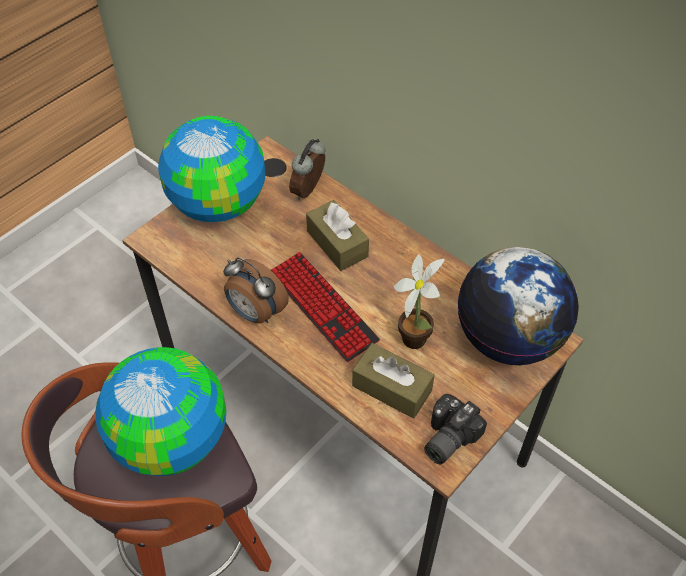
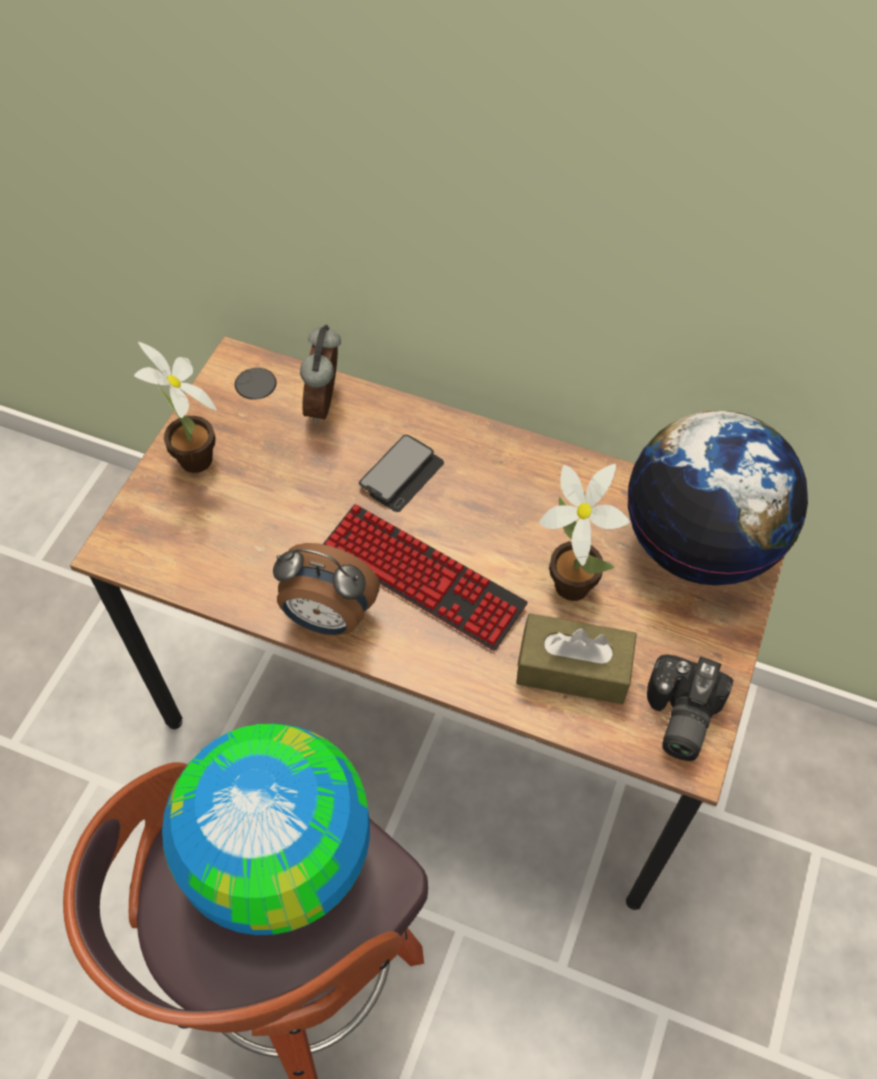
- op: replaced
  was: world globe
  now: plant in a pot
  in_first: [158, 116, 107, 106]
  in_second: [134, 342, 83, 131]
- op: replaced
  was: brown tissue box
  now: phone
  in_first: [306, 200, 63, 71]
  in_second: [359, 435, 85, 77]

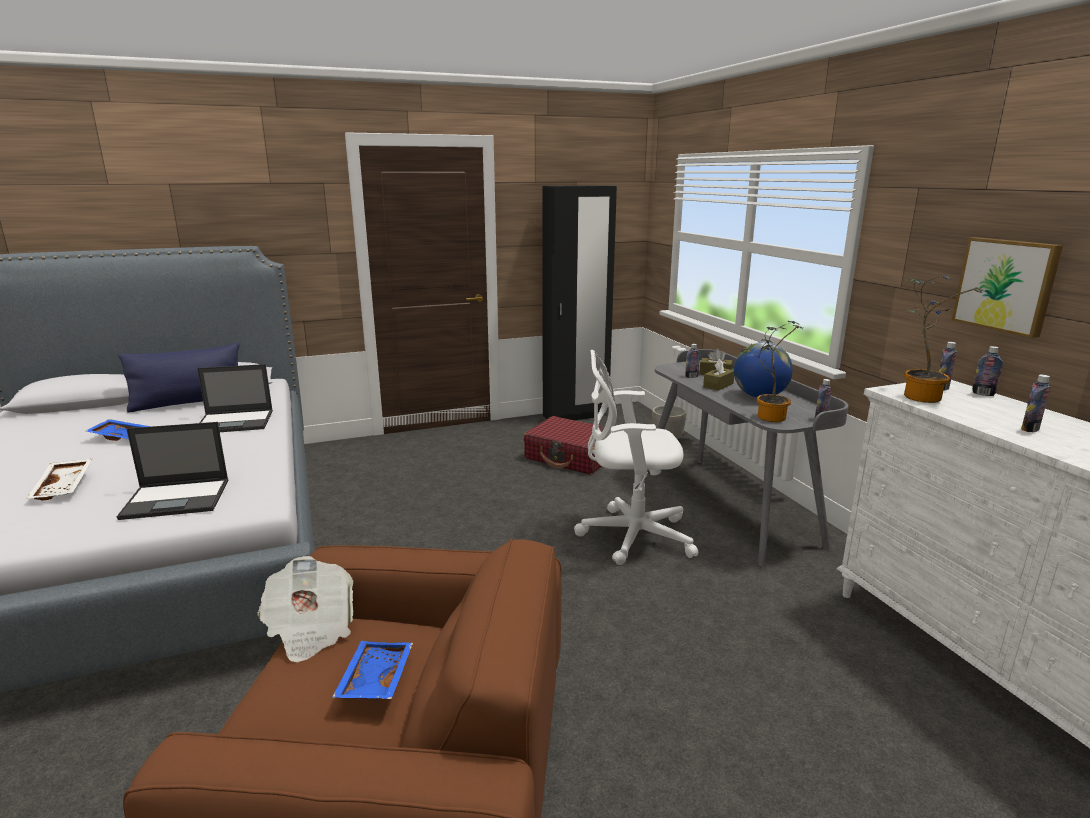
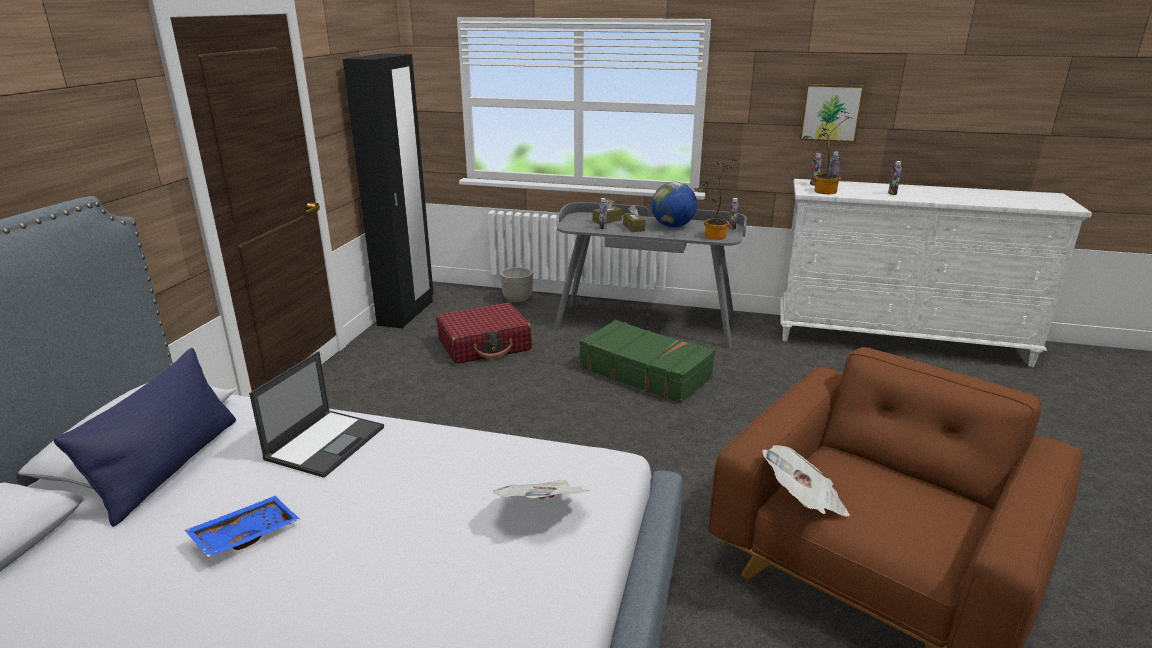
- op: removed
  was: white tray
  in_first: [26, 459, 66, 42]
- op: replaced
  was: notebook computer
  now: daily paper
  in_first: [116, 422, 112, 98]
  in_second: [493, 480, 96, 19]
- op: removed
  was: blue-coloured tray
  in_first: [332, 641, 81, 59]
- op: replaced
  was: white computer chair
  now: green piece of luggage
  in_first: [574, 350, 124, 215]
  in_second: [579, 320, 136, 84]

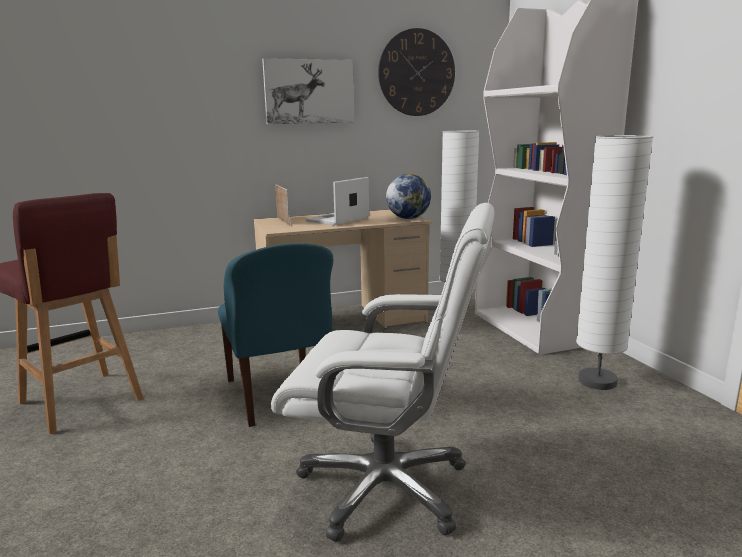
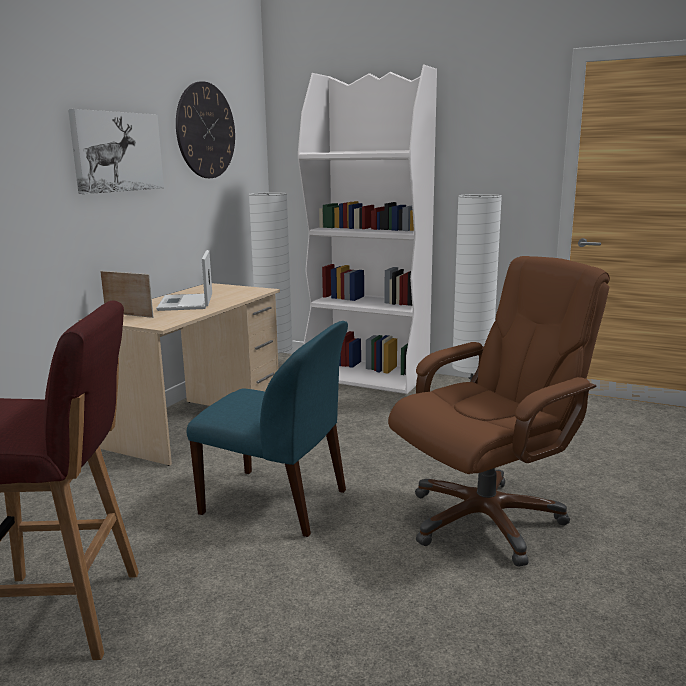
- op: recoloured
  was: white computer chair
  now: brown computer chair
  in_first: [271, 203, 223, 339]
  in_second: [388, 256, 222, 311]
- op: removed
  was: world globe
  in_first: [386, 174, 45, 45]

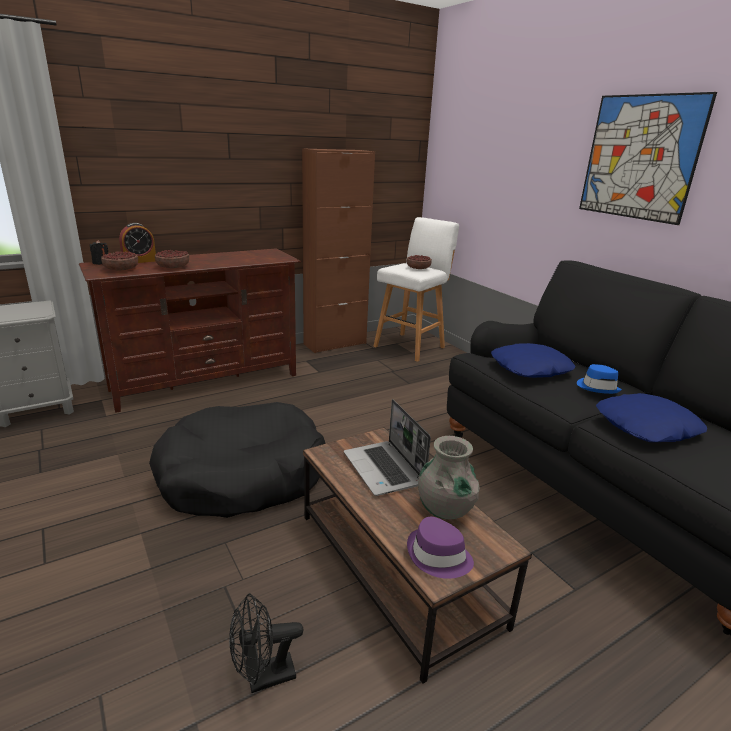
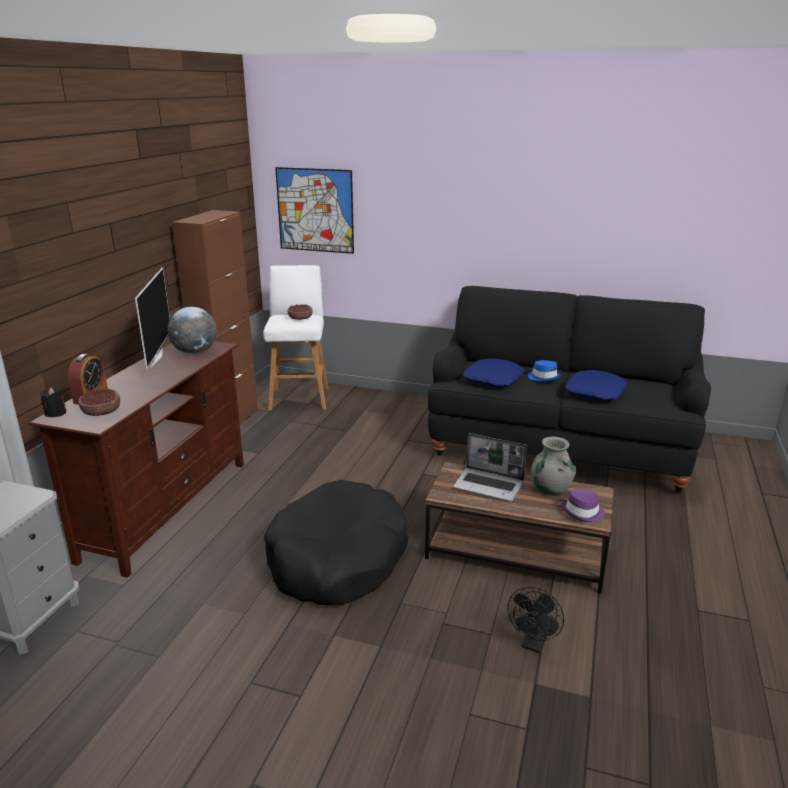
- op: removed
  was: serving bowl
  in_first: [155, 250, 34, 18]
- op: moved
  was: wall art
  in_first: [579, 92, 138, 133]
  in_second: [275, 167, 79, 87]
- op: added
  now: TV
  in_second: [135, 268, 35, 101]
- op: added
  now: world globe
  in_second: [168, 307, 49, 47]

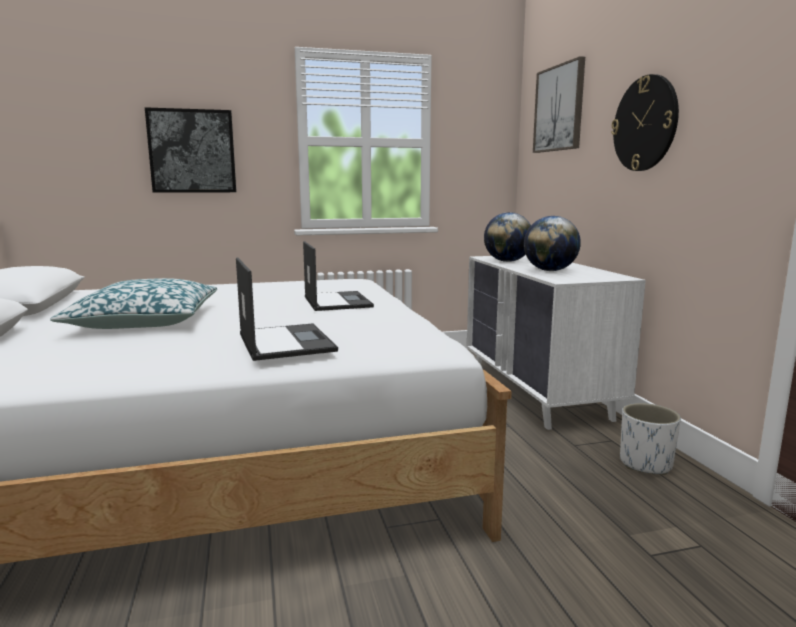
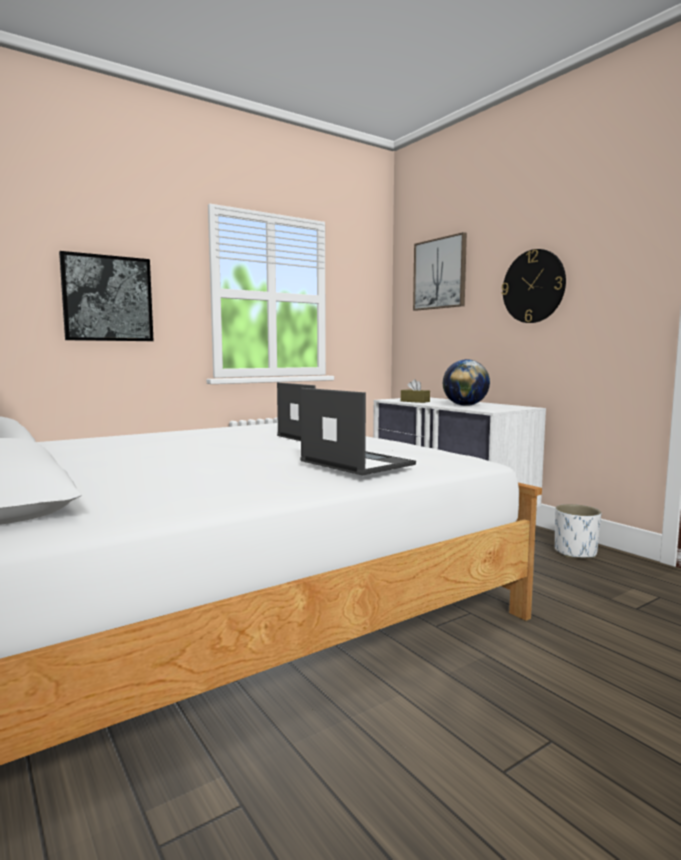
- op: removed
  was: pillow
  in_first: [50, 278, 167, 51]
- op: replaced
  was: world globe
  now: brown tissue box
  in_first: [484, 212, 47, 50]
  in_second: [401, 379, 29, 24]

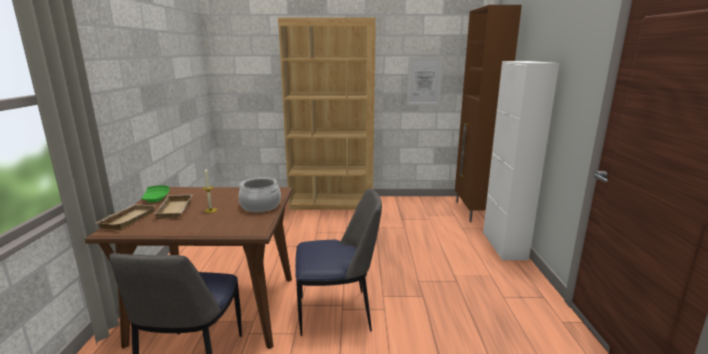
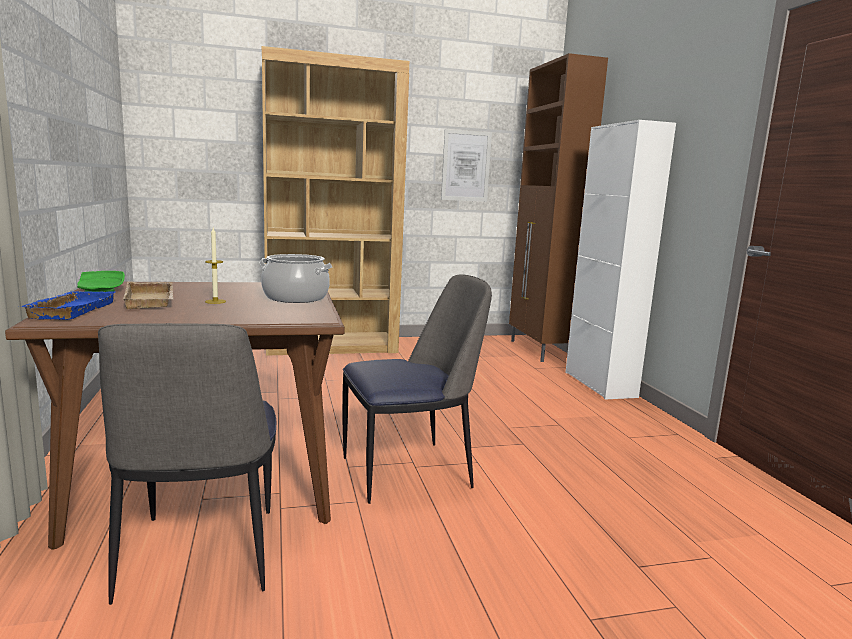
- op: recoloured
  was: beige-coloured tray
  now: blue-coloured tray
  in_first: [95, 204, 61, 26]
  in_second: [18, 291, 97, 29]

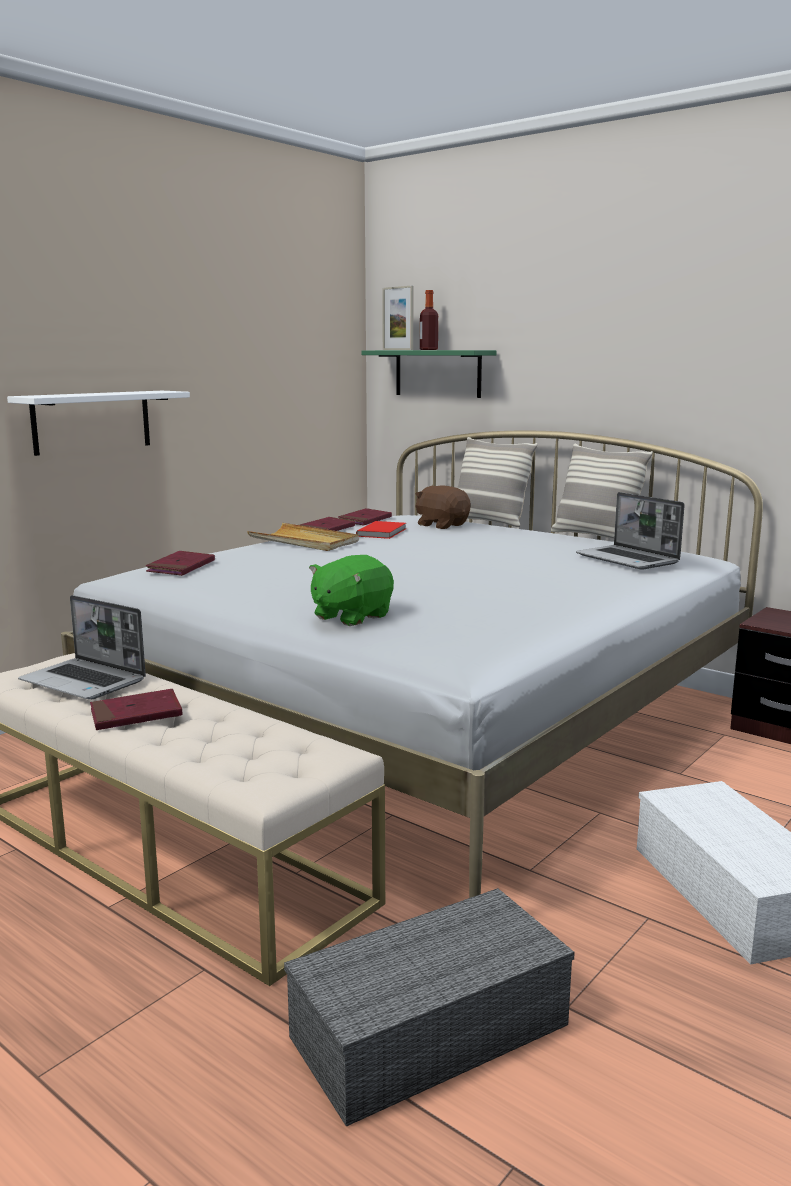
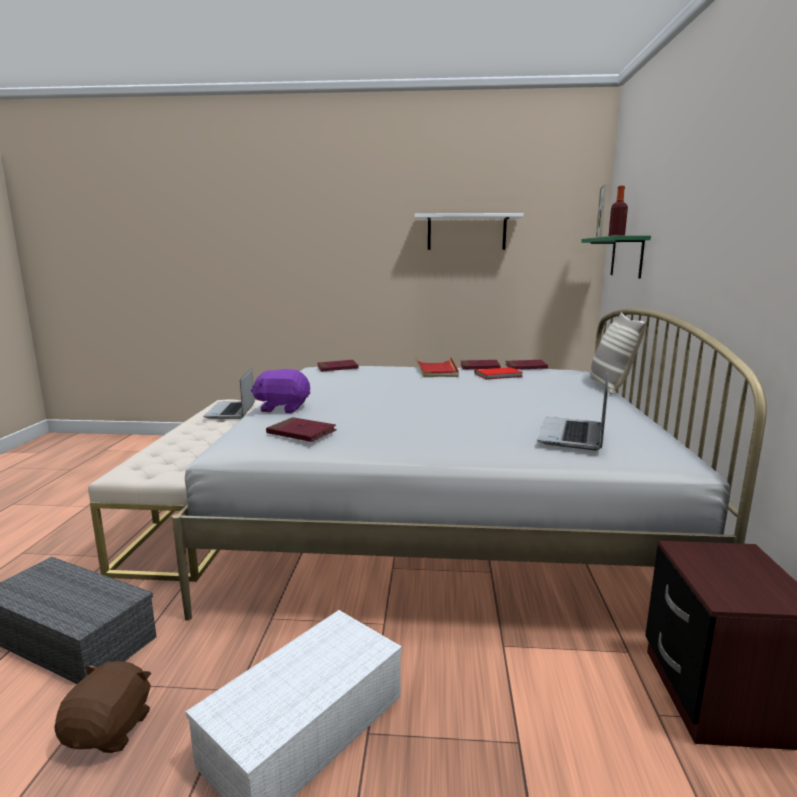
- op: moved
  was: white wall shelf
  in_first: [7, 391, 183, 65]
  in_second: [414, 213, 110, 37]
- op: moved
  was: red-coloured bound book
  in_first: [90, 689, 93, 41]
  in_second: [266, 417, 71, 25]
- op: recoloured
  was: beige-coloured tray
  now: red-coloured tray
  in_first: [247, 523, 112, 28]
  in_second: [415, 357, 44, 20]
- op: recoloured
  was: green soft toy
  now: purple soft toy
  in_first: [309, 555, 85, 71]
  in_second: [251, 369, 59, 44]
- op: moved
  was: brown soft toy
  in_first: [415, 486, 56, 43]
  in_second: [54, 661, 97, 92]
- op: removed
  was: pillow
  in_first: [551, 443, 102, 96]

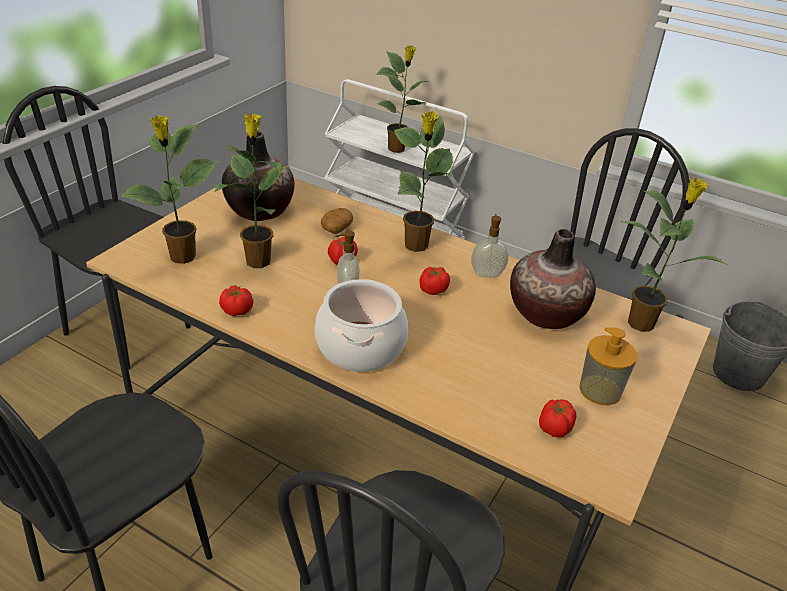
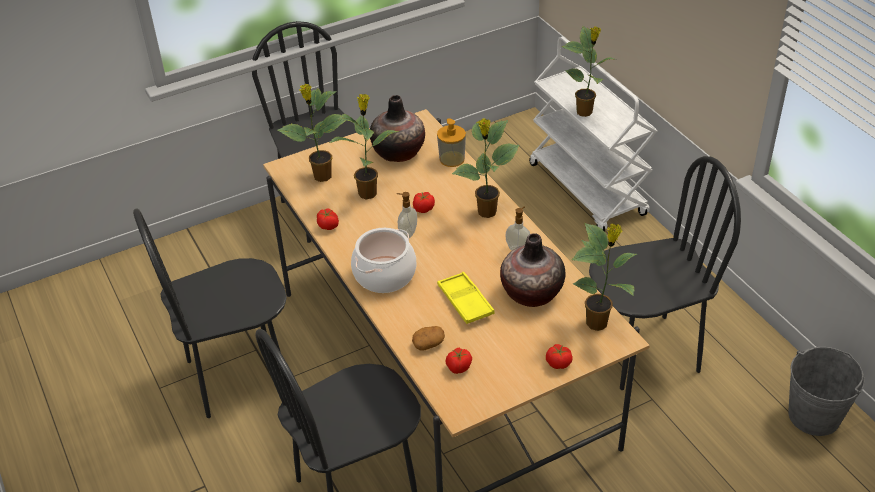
- op: moved
  was: whole potato
  in_first: [321, 208, 32, 26]
  in_second: [412, 326, 33, 25]
- op: moved
  was: fresh tomato
  in_first: [420, 267, 30, 28]
  in_second: [546, 344, 27, 25]
- op: moved
  was: soap bottle
  in_first: [579, 327, 59, 79]
  in_second: [437, 118, 29, 49]
- op: added
  now: yellow-coloured tray
  in_second: [437, 272, 57, 52]

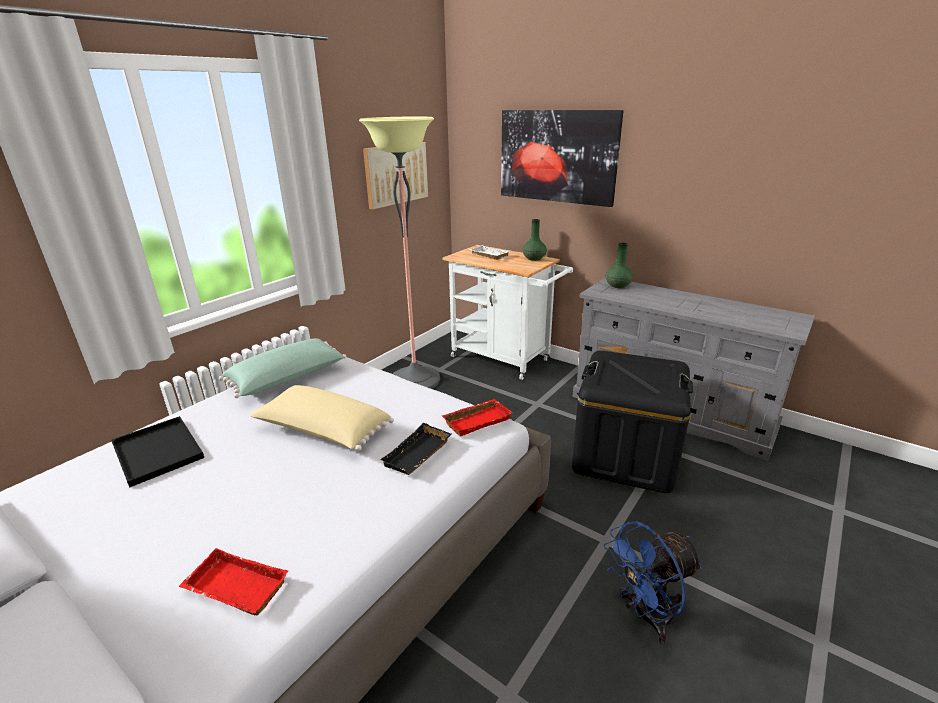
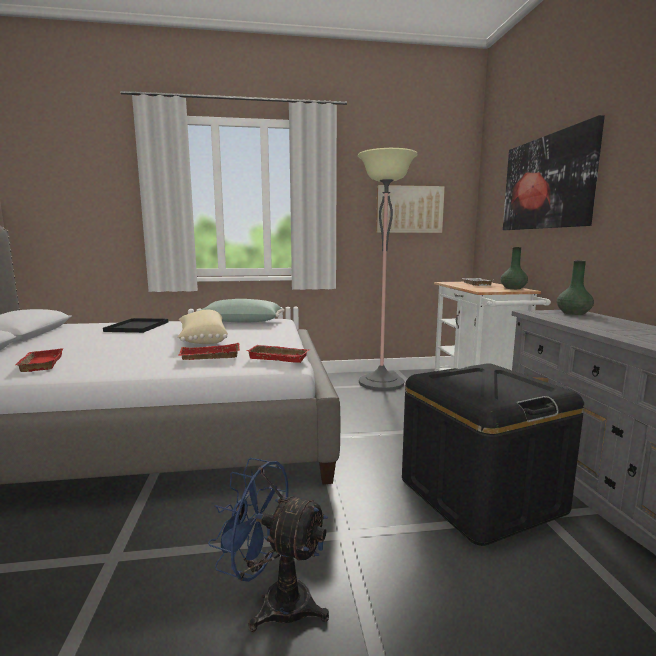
- op: recoloured
  was: black-coloured tray
  now: red-coloured tray
  in_first: [380, 423, 71, 52]
  in_second: [178, 343, 62, 17]

